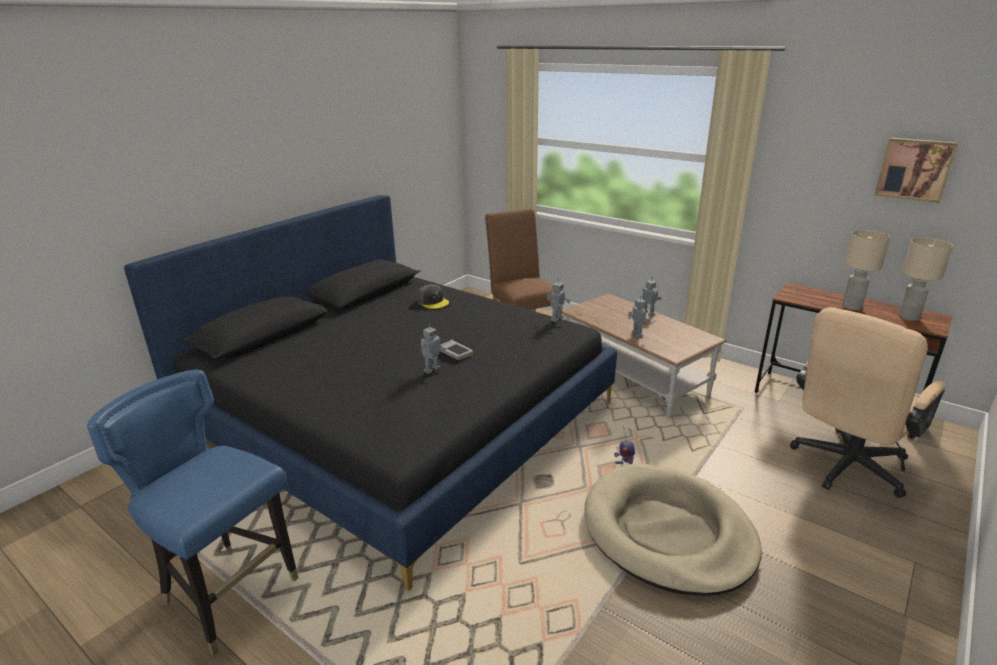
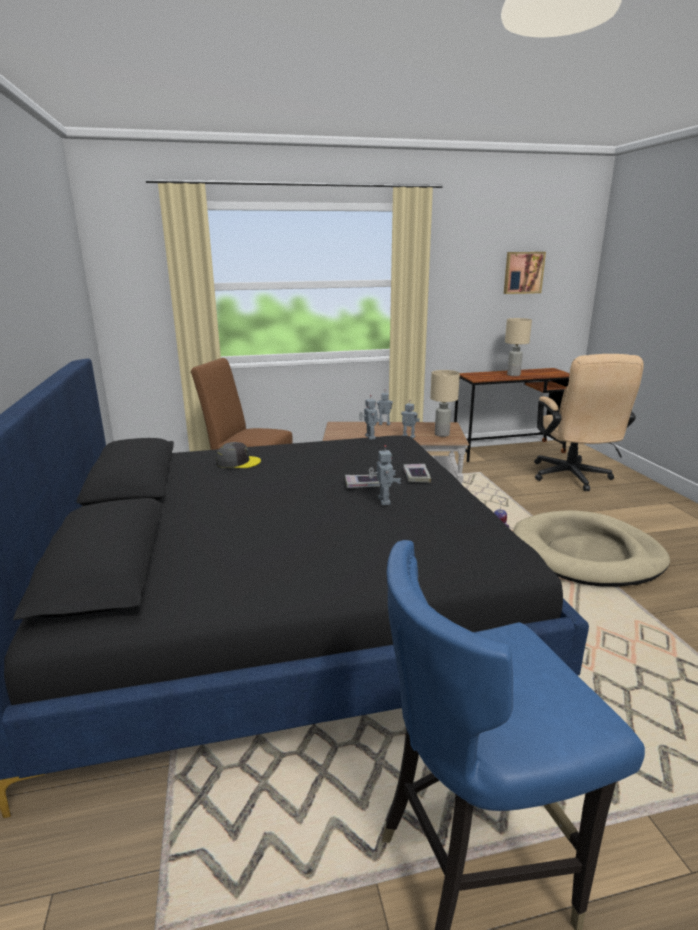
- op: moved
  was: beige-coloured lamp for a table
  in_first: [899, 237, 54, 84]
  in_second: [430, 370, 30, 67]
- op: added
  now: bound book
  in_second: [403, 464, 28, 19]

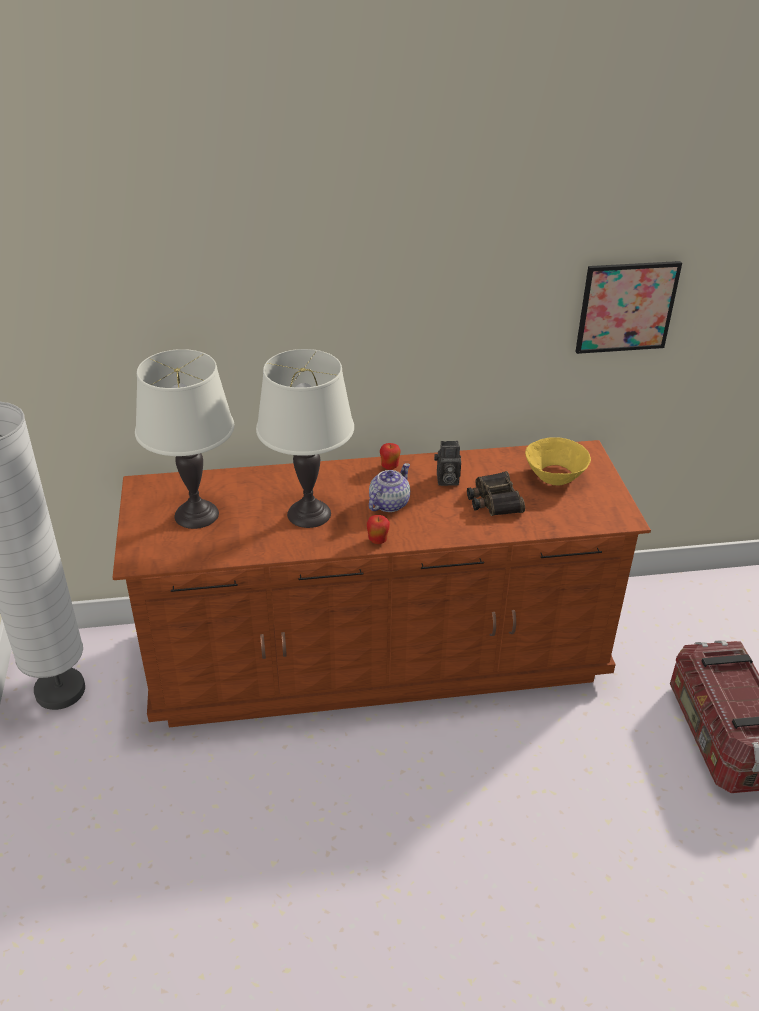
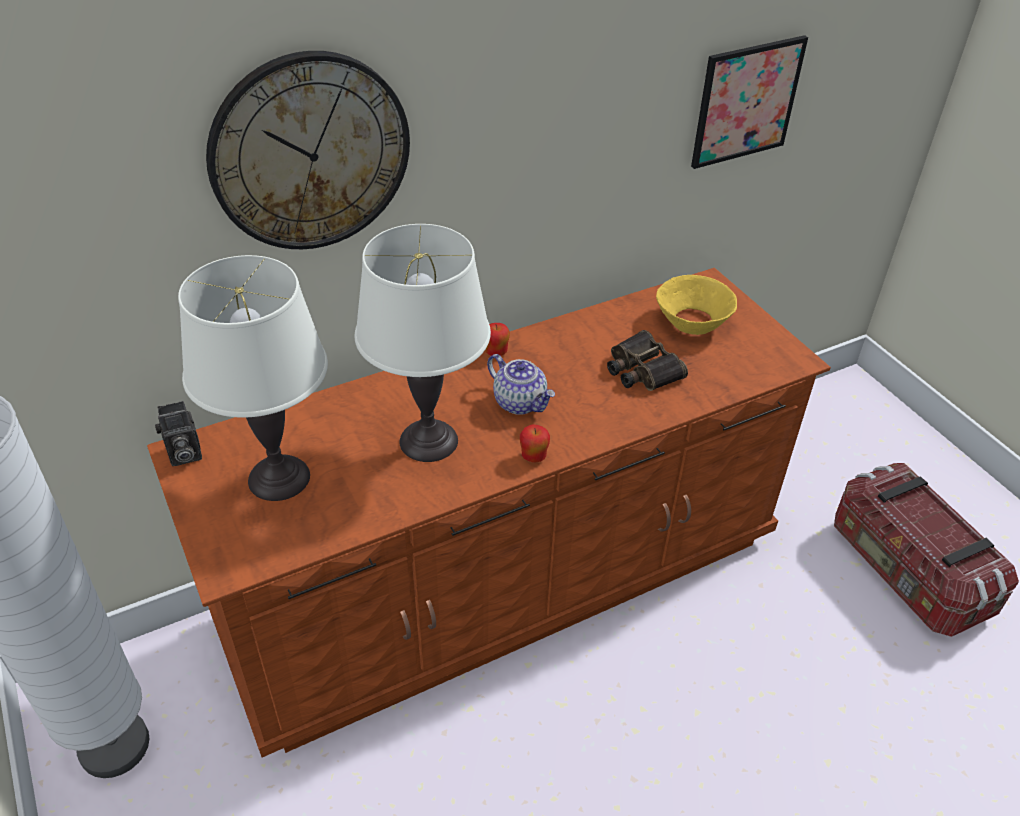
- op: turned
  was: pot for tea
  in_first: [369, 463, 41, 49]
  in_second: [487, 354, 68, 61]
  clockwise: 120
- op: moved
  was: photo camera
  in_first: [434, 441, 27, 45]
  in_second: [155, 401, 47, 65]
- op: added
  now: hanging clock
  in_second: [206, 51, 204, 198]

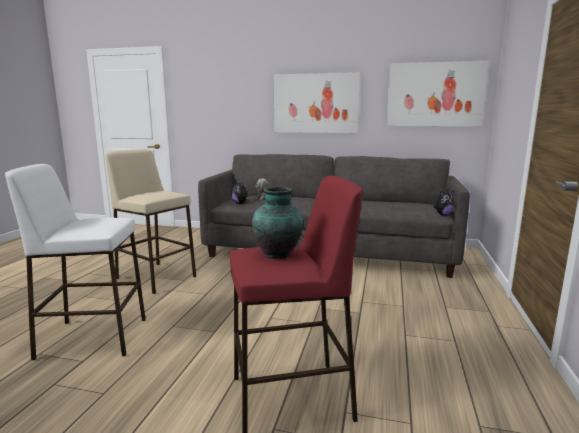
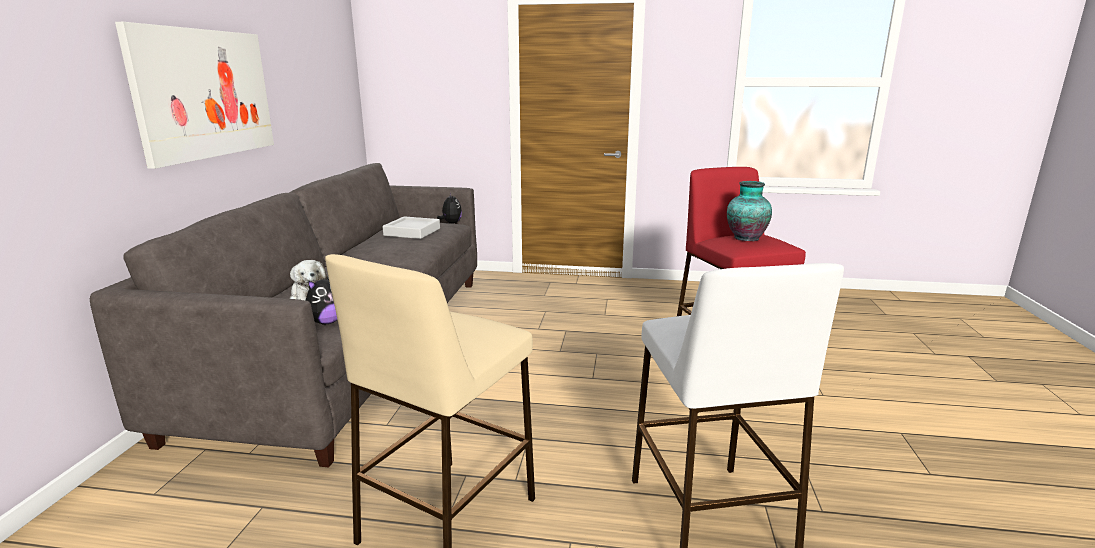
- op: removed
  was: wall art
  in_first: [386, 61, 103, 65]
- op: added
  now: greyish tray
  in_second: [383, 216, 57, 23]

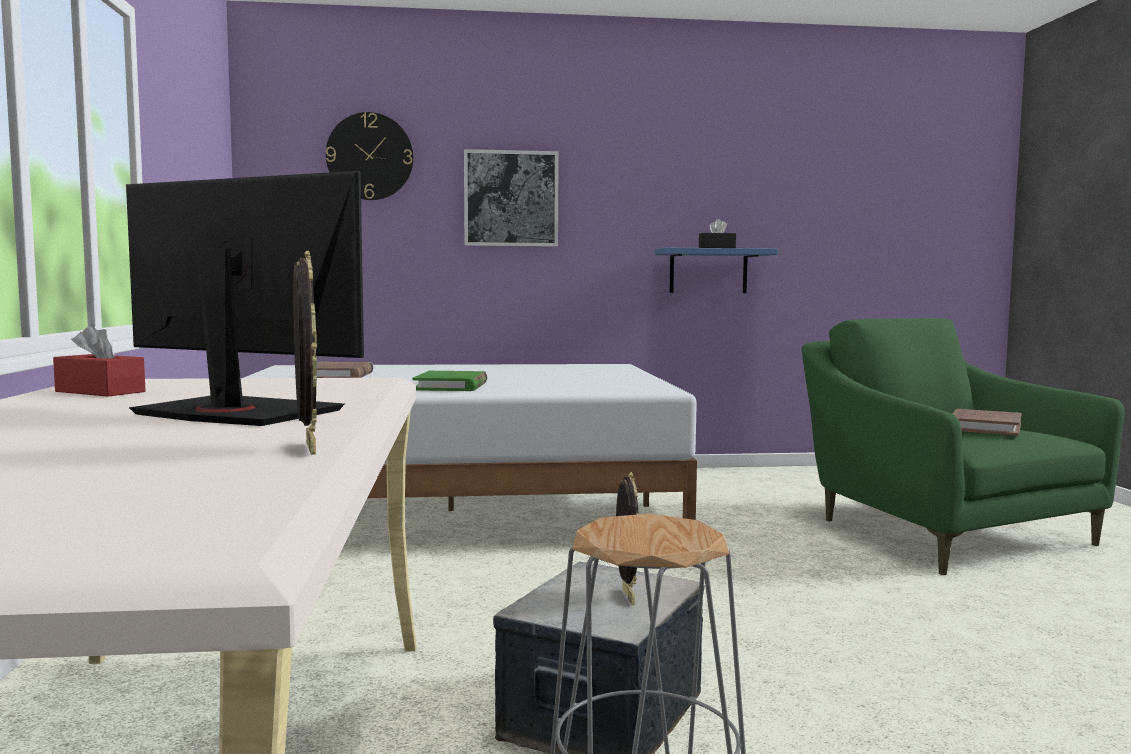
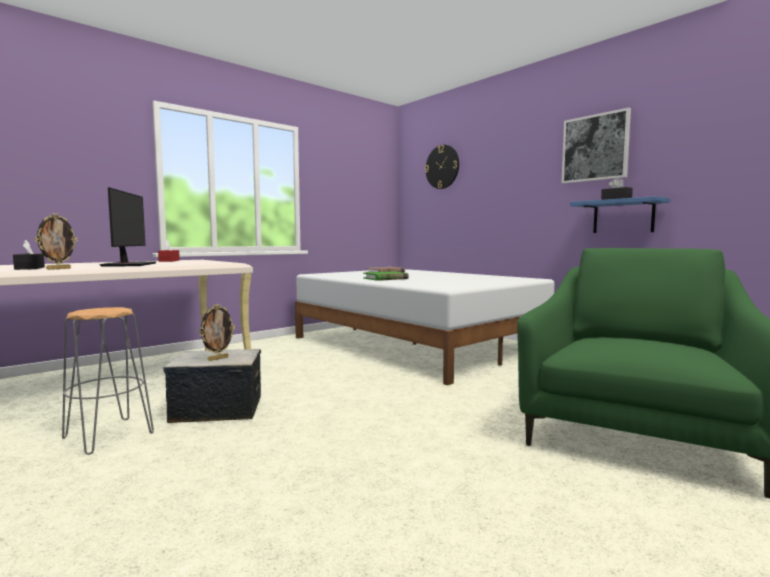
- op: moved
  was: wall art
  in_first: [464, 149, 95, 98]
  in_second: [561, 108, 70, 76]
- op: removed
  was: brown bound book
  in_first: [952, 409, 70, 27]
- op: added
  now: black-coloured tissue box
  in_second: [13, 240, 32, 30]

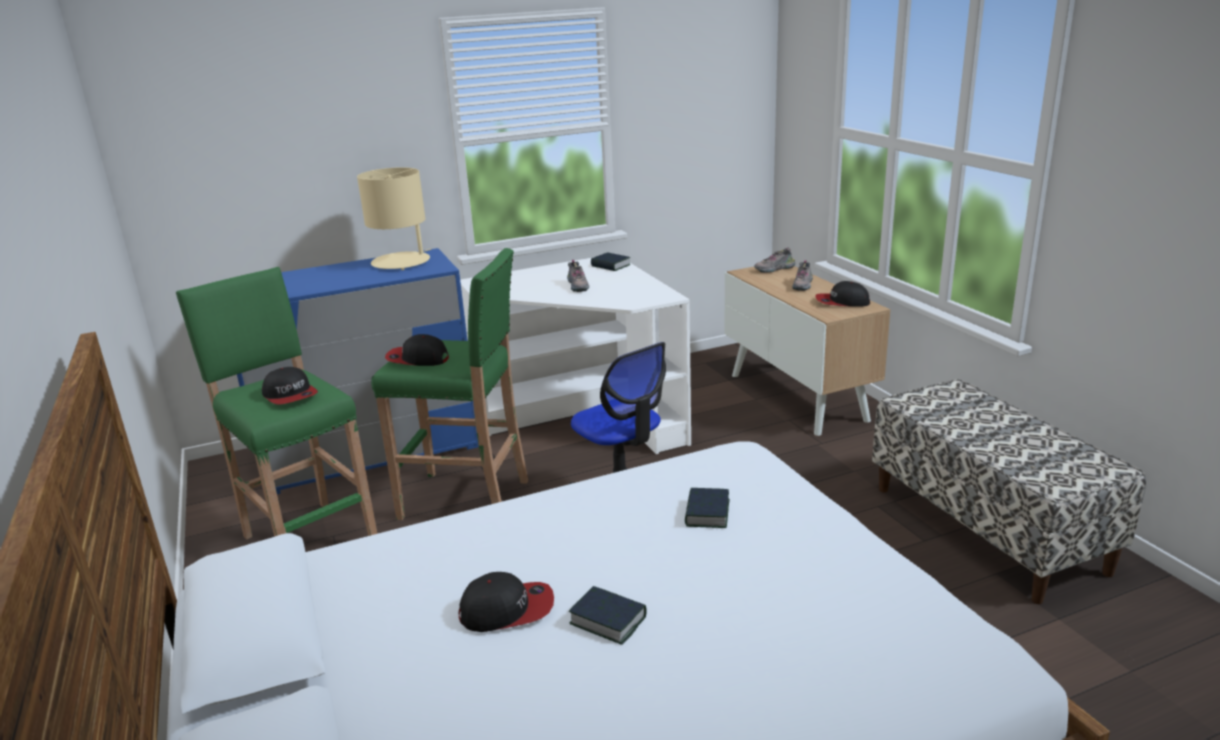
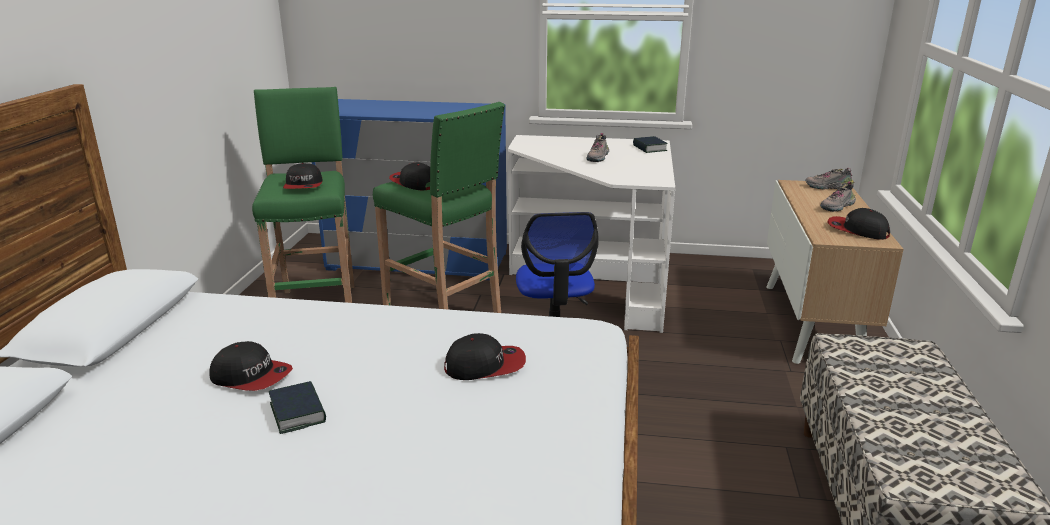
- op: removed
  was: beige-coloured lamp for a table
  in_first: [357, 167, 74, 103]
- op: replaced
  was: bound book
  now: baseball cap
  in_first: [685, 488, 45, 40]
  in_second: [444, 333, 82, 47]

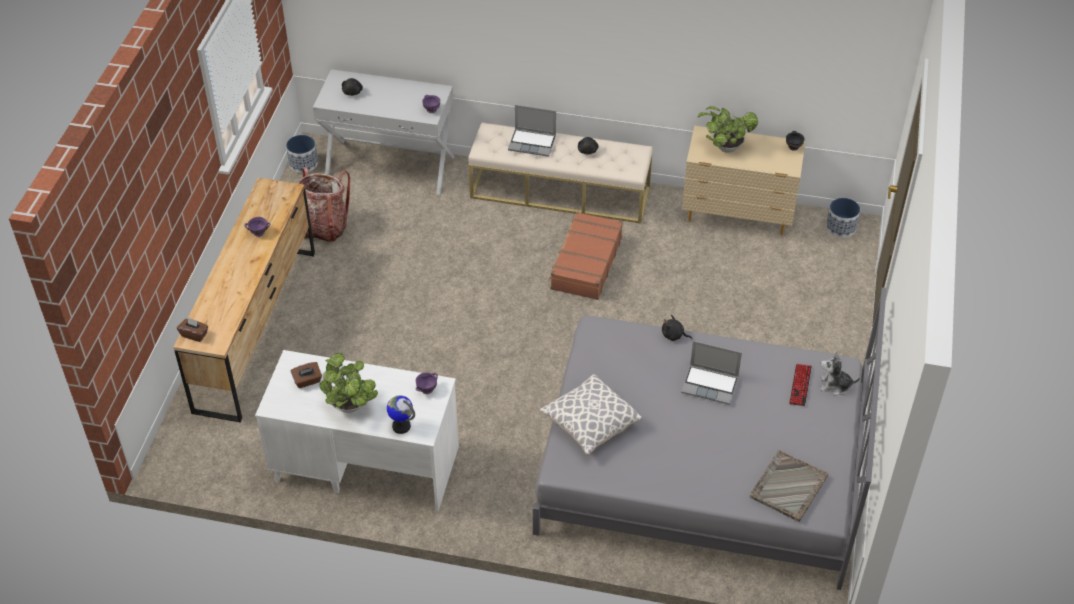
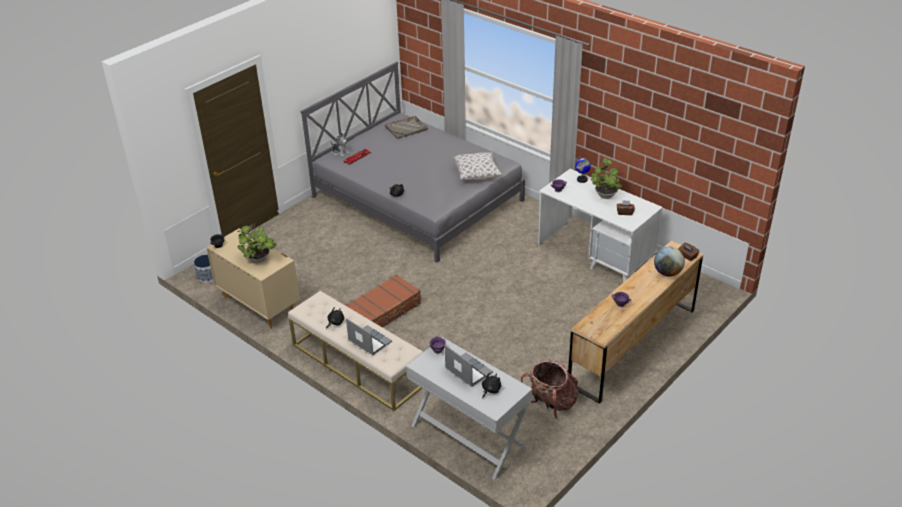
- op: removed
  was: plant pot
  in_first: [286, 135, 32, 38]
- op: moved
  was: notebook computer
  in_first: [681, 341, 61, 64]
  in_second: [445, 345, 48, 42]
- op: added
  now: world globe
  in_second: [654, 246, 31, 30]

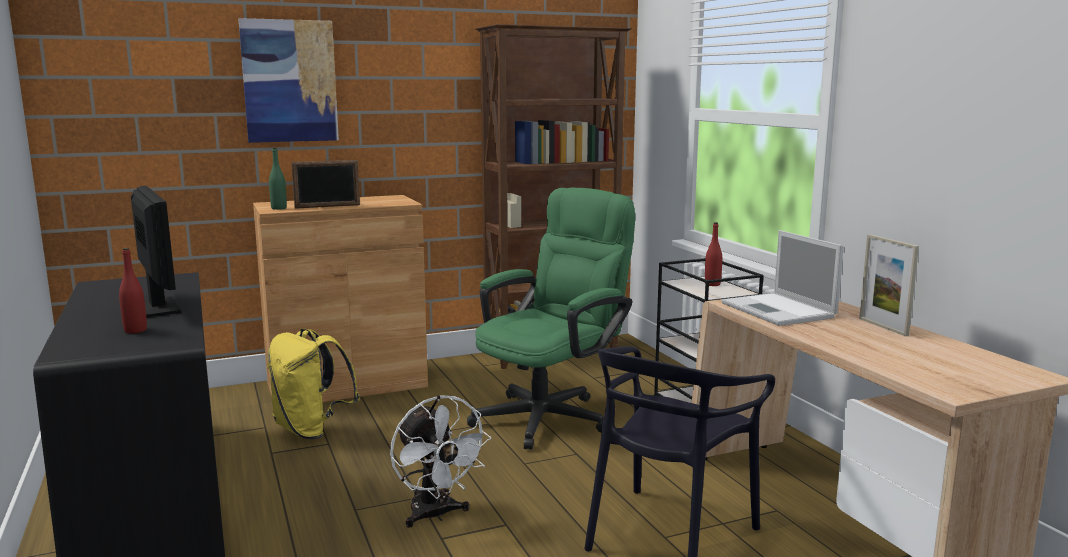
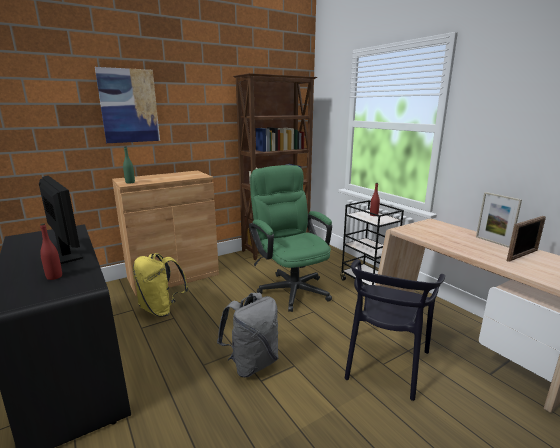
- op: moved
  was: picture frame
  in_first: [292, 160, 68, 49]
  in_second: [507, 216, 39, 46]
- op: replaced
  was: white cooling fan
  now: greyish backpack
  in_first: [390, 395, 101, 133]
  in_second: [217, 293, 61, 84]
- op: turned
  was: green computer chair
  in_first: [467, 188, 168, 262]
  in_second: [249, 165, 83, 147]
  clockwise: -60
- op: removed
  was: notebook computer
  in_first: [722, 230, 122, 96]

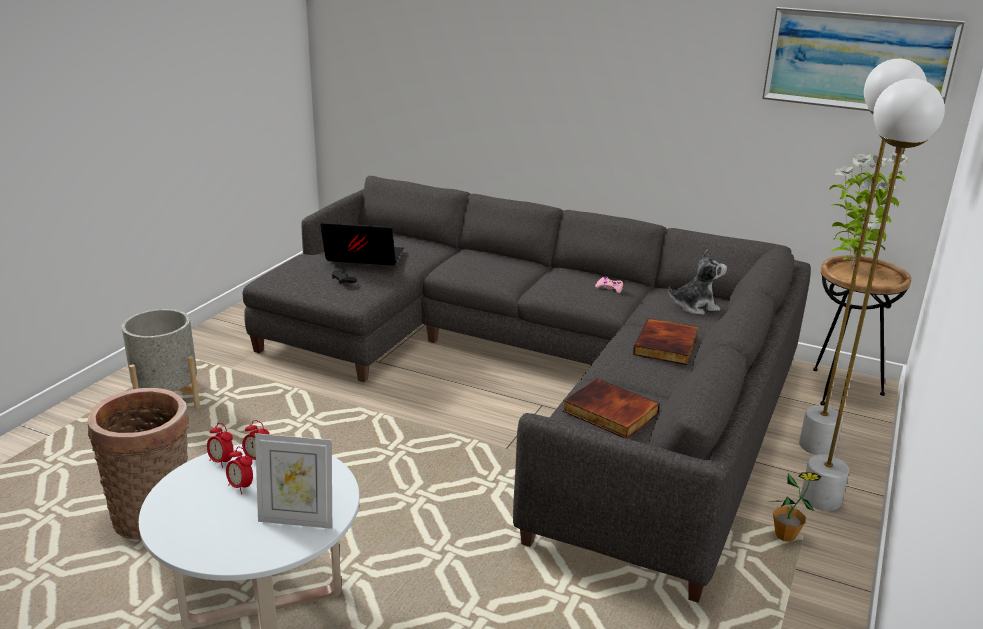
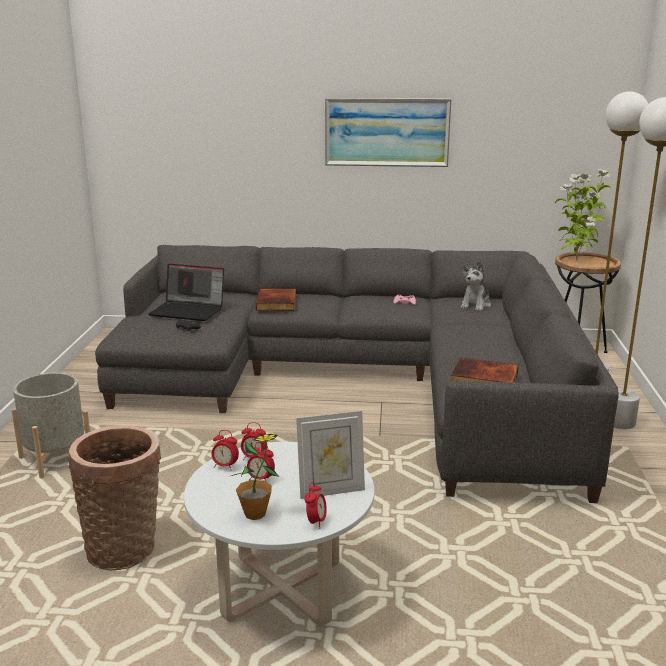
- op: turned
  was: notebook computer
  in_first: [320, 222, 84, 43]
  in_second: [148, 264, 76, 57]
  clockwise: -150
- op: moved
  was: bound book
  in_first: [633, 318, 65, 47]
  in_second: [256, 289, 40, 22]
- op: turned
  was: soft toy
  in_first: [668, 250, 59, 65]
  in_second: [460, 261, 31, 50]
  clockwise: 150
- op: moved
  was: wall art
  in_first: [762, 7, 203, 104]
  in_second: [325, 98, 127, 69]
- op: moved
  was: plant in a pot
  in_first: [772, 473, 50, 69]
  in_second: [231, 434, 48, 86]
- op: added
  now: alarm clock
  in_second: [304, 482, 23, 47]

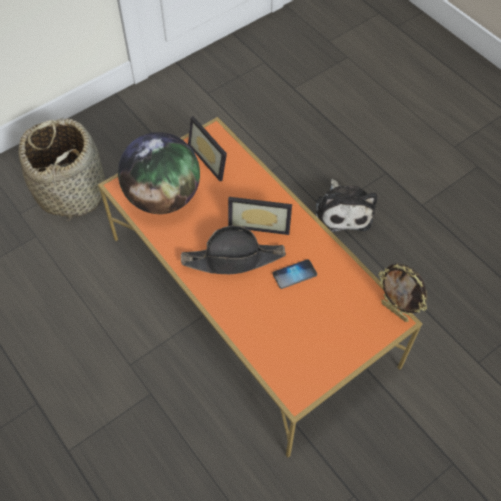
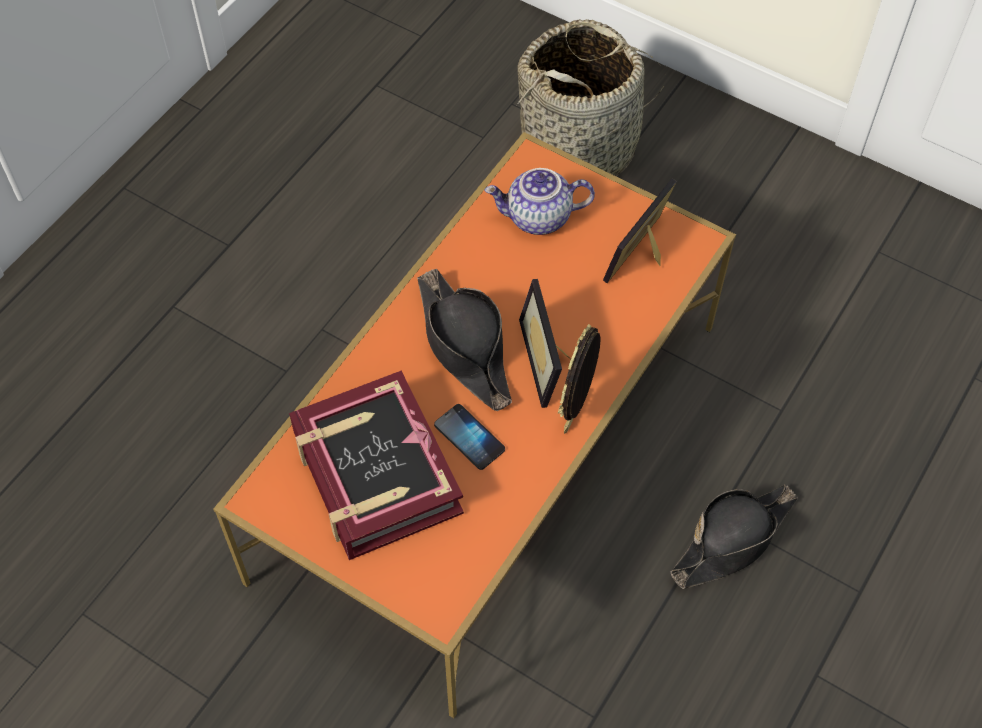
- op: replaced
  was: world globe
  now: pot for tea
  in_first: [118, 132, 82, 82]
  in_second: [485, 168, 110, 67]
- op: replaced
  was: soft toy
  now: black-coloured clothing hat
  in_first: [316, 179, 61, 53]
  in_second: [671, 484, 127, 105]
- op: moved
  was: picture frame
  in_first: [378, 263, 49, 59]
  in_second: [558, 324, 43, 110]
- op: added
  now: bound book
  in_second: [289, 371, 175, 189]

